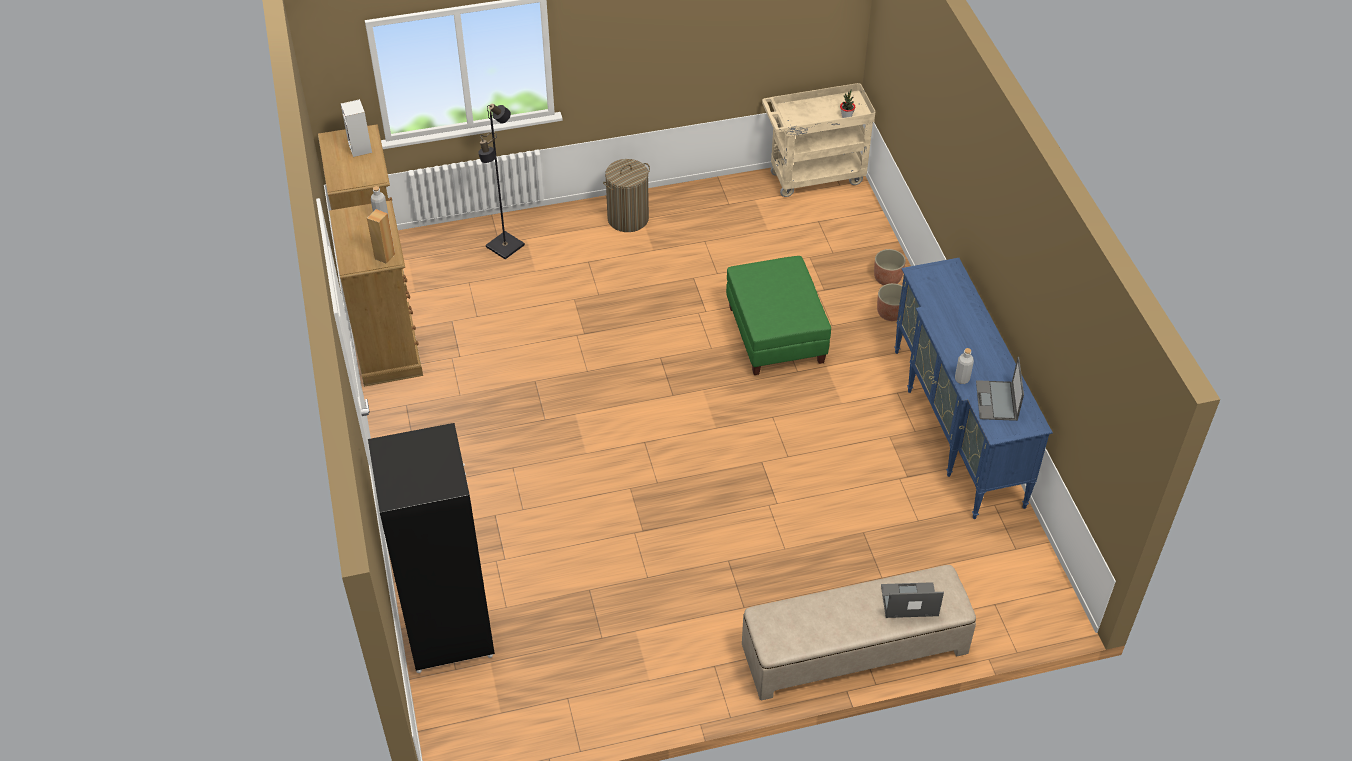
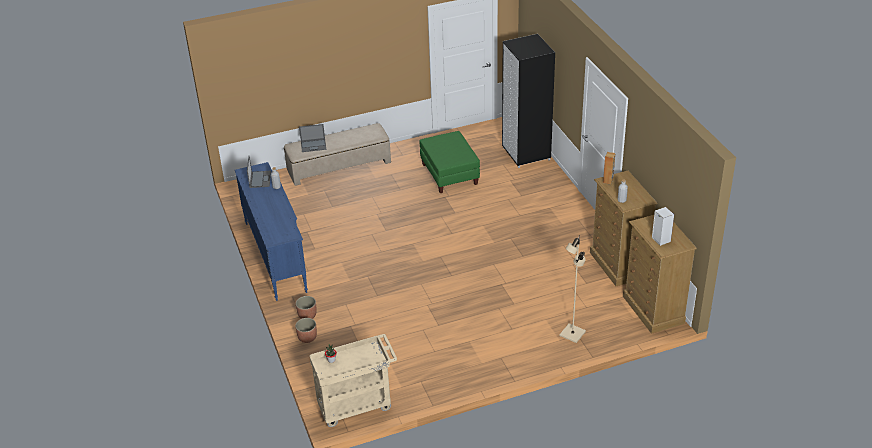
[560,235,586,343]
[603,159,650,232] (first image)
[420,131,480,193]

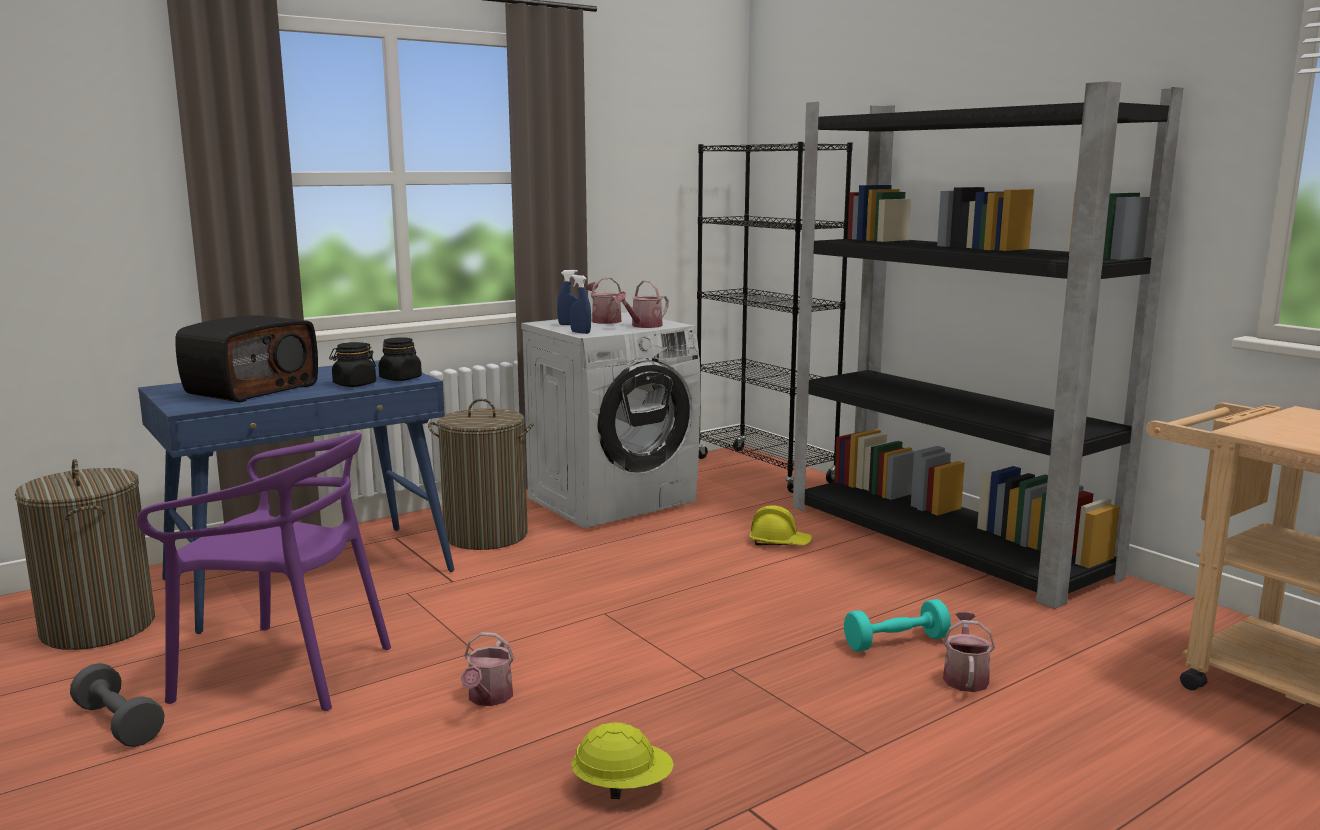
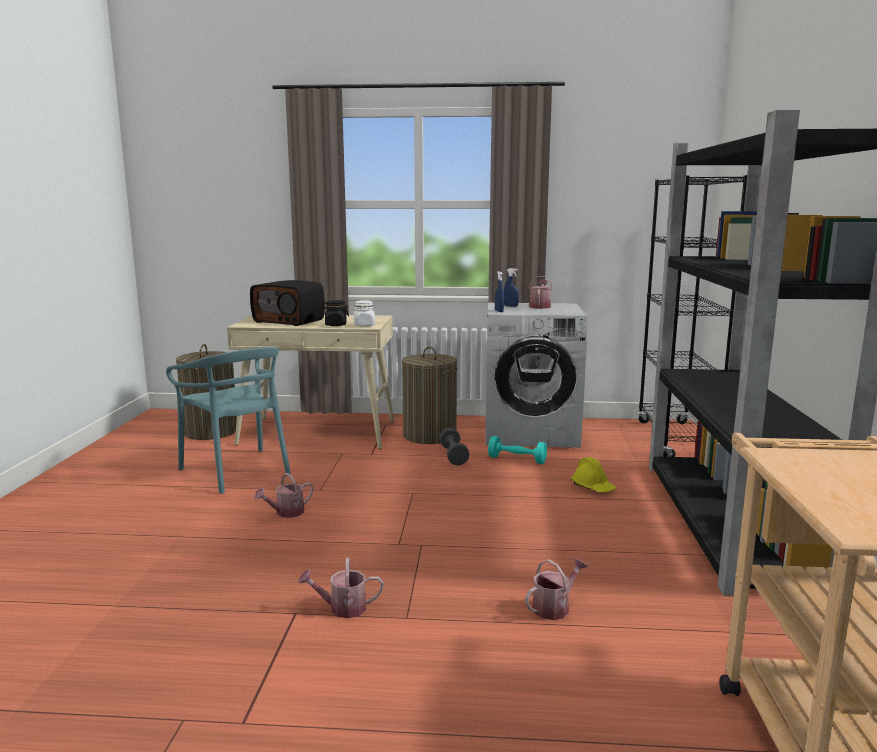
[439,428,469,466]
[166,347,291,494]
[227,315,394,449]
[250,280,325,326]
[354,300,375,327]
[572,723,674,799] (first image)
[298,557,383,618]
[488,436,547,464]

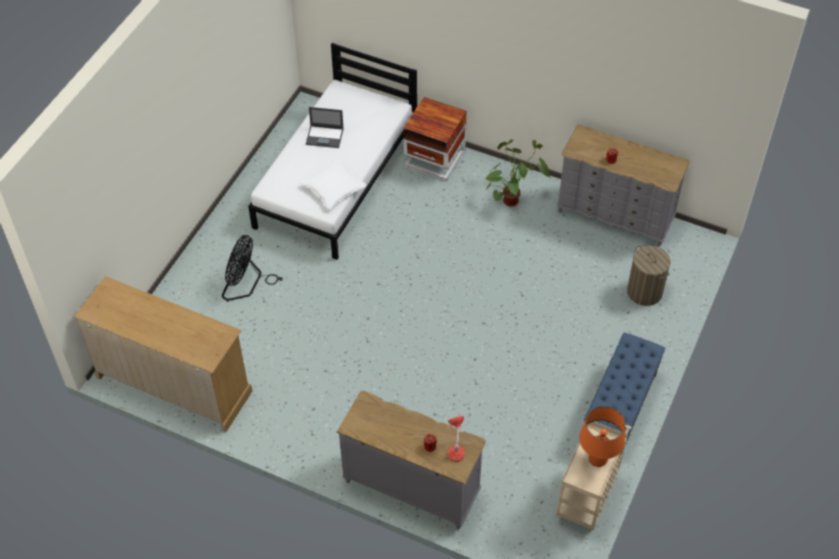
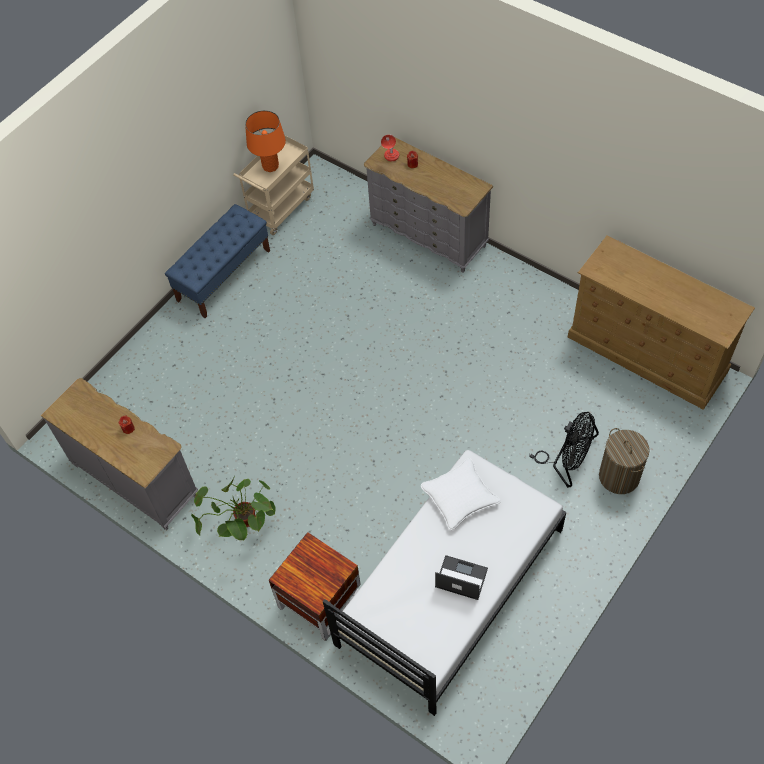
[599,428,649,494]

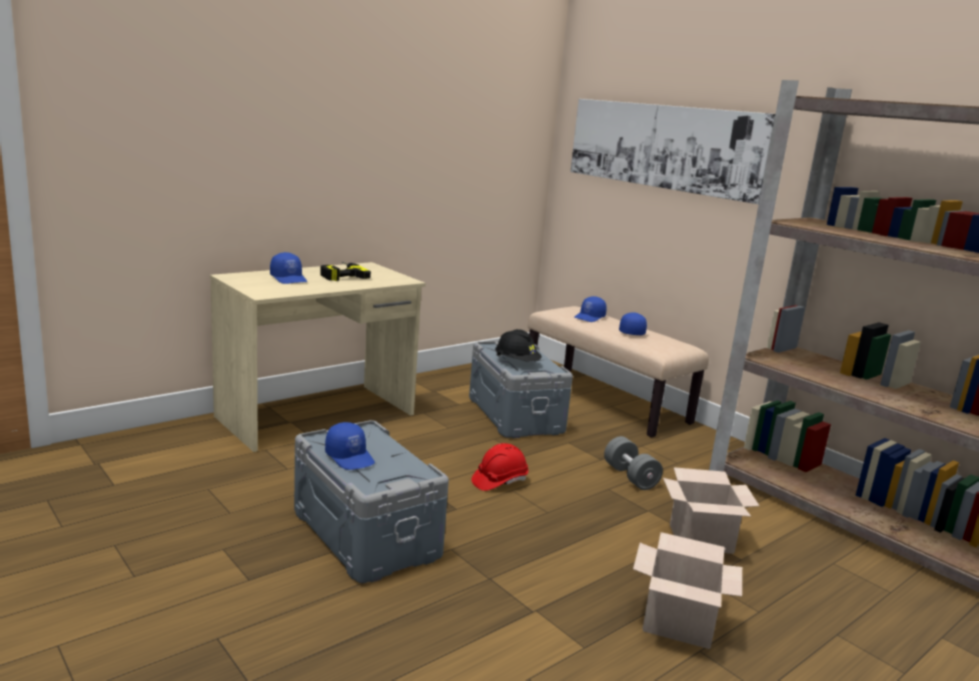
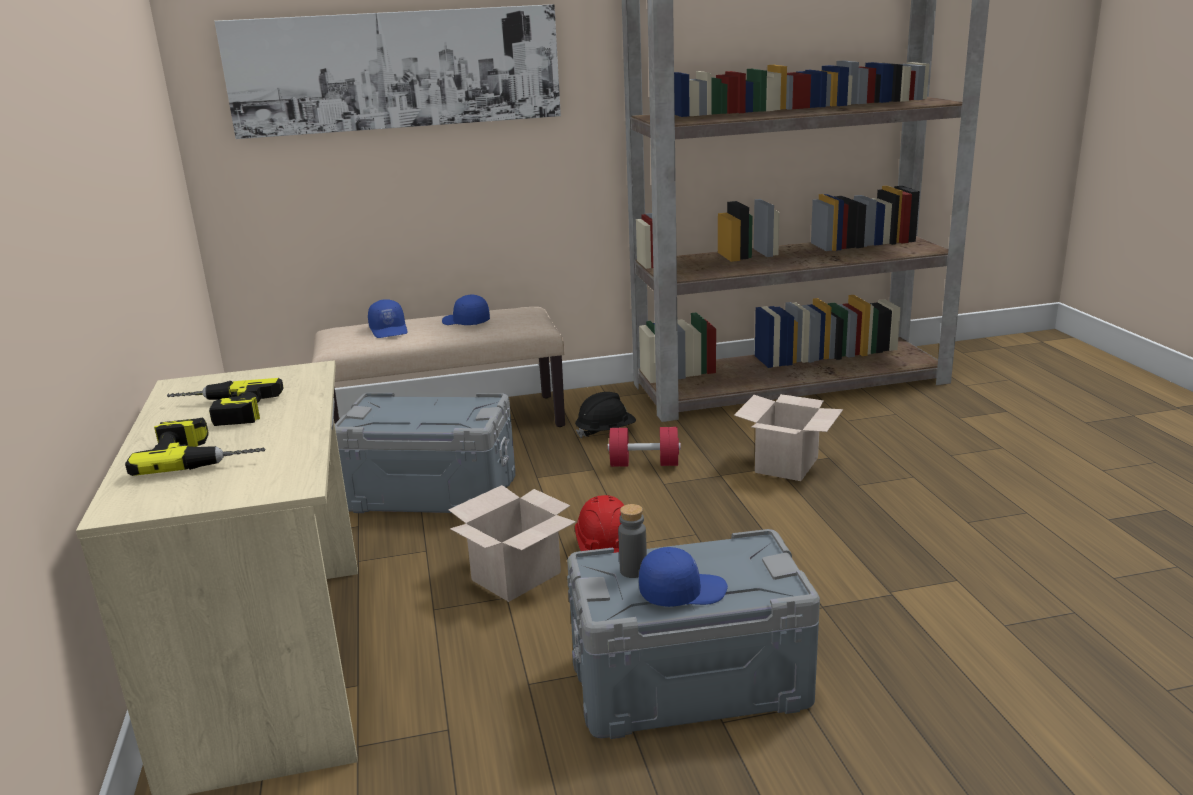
[125,418,266,476]
[575,392,636,438]
[608,427,681,467]
[448,485,576,602]
[618,504,647,578]

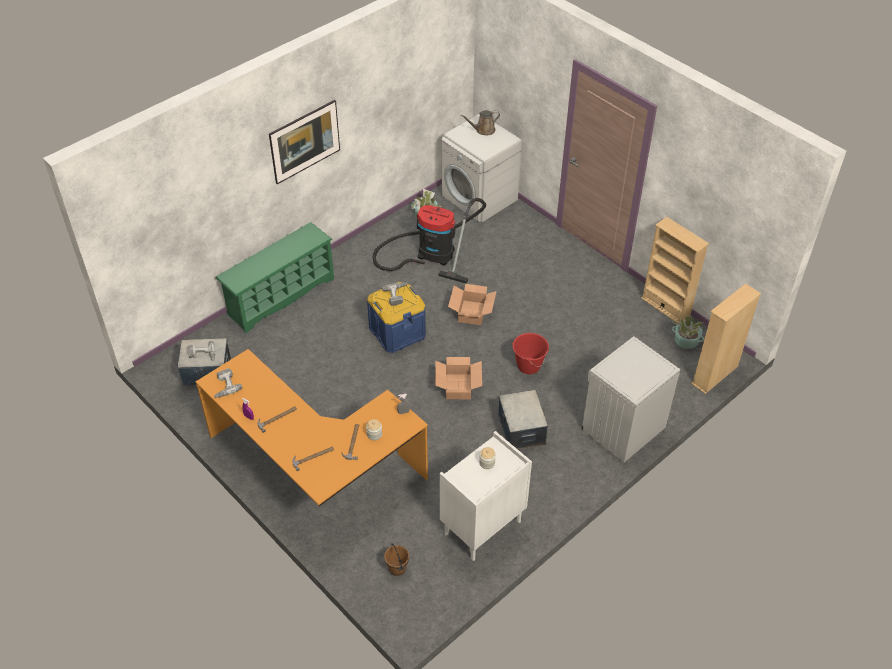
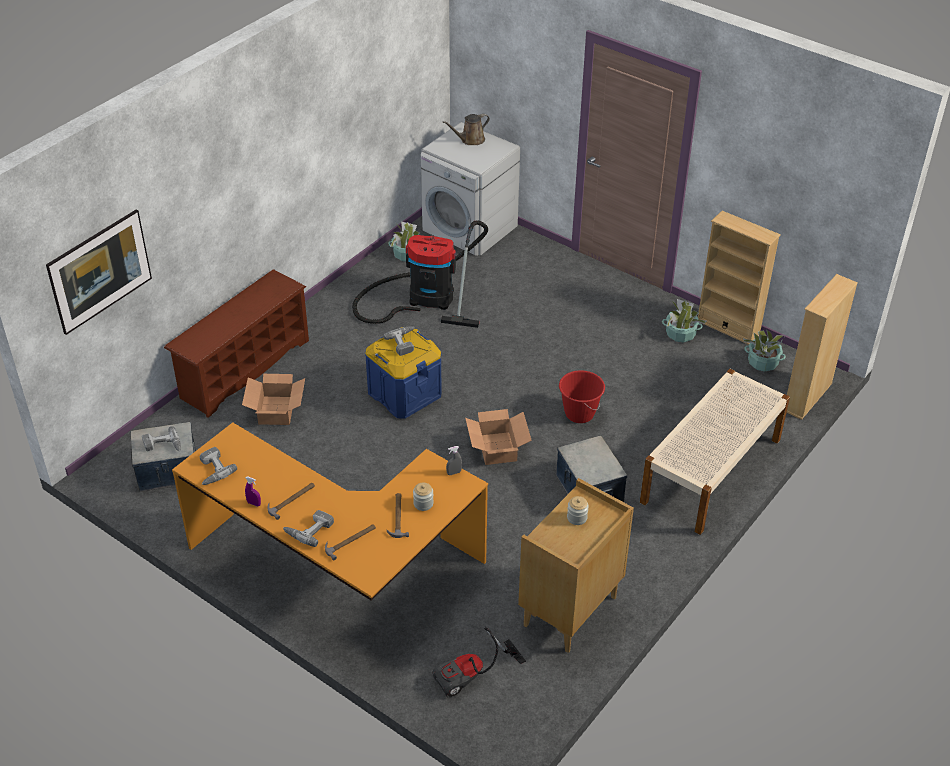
[164,269,309,418]
[46,209,152,335]
[433,627,526,697]
[518,478,634,653]
[242,374,305,425]
[640,369,790,535]
[283,510,334,547]
[662,299,706,343]

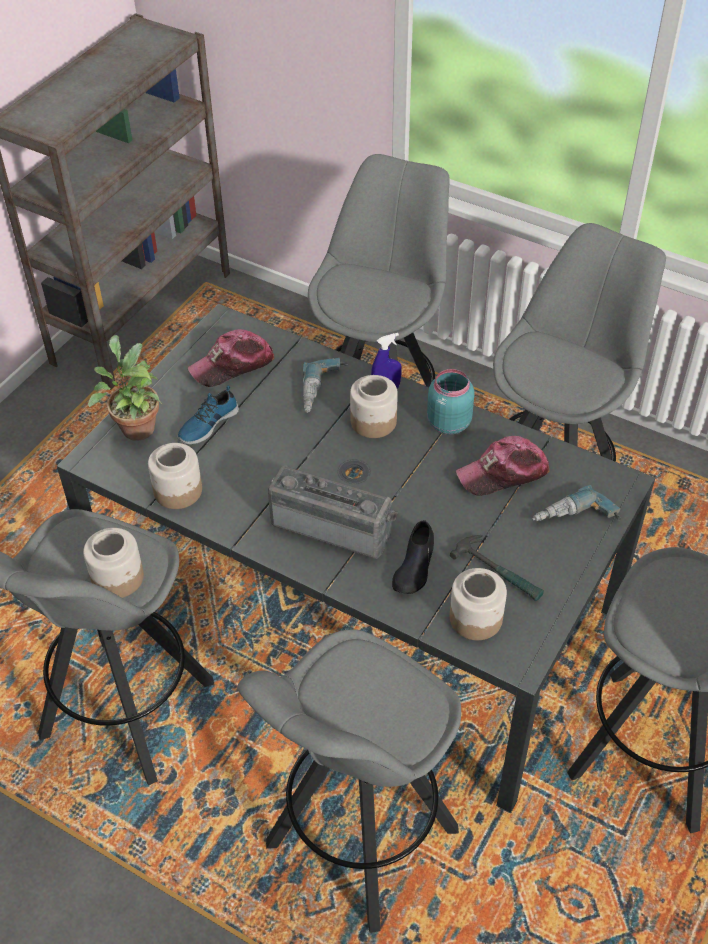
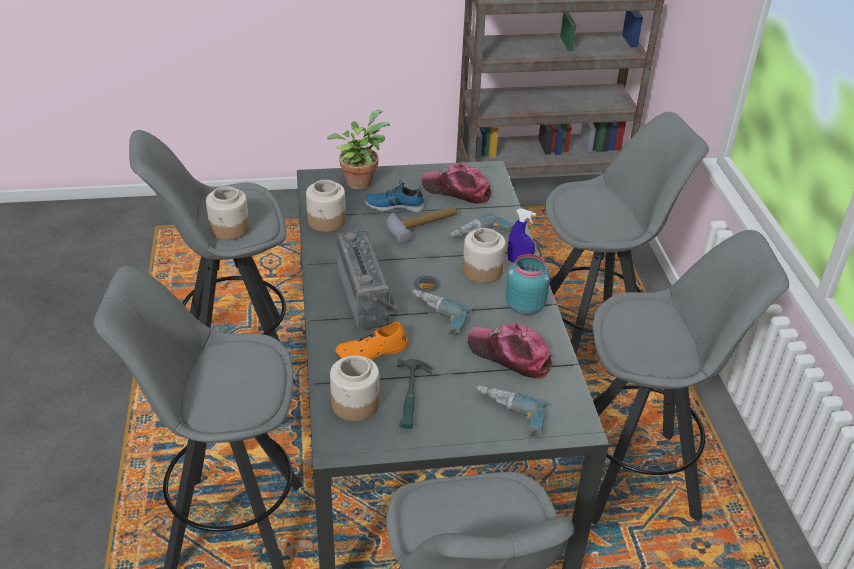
[335,322,408,360]
[386,206,457,244]
[412,289,471,335]

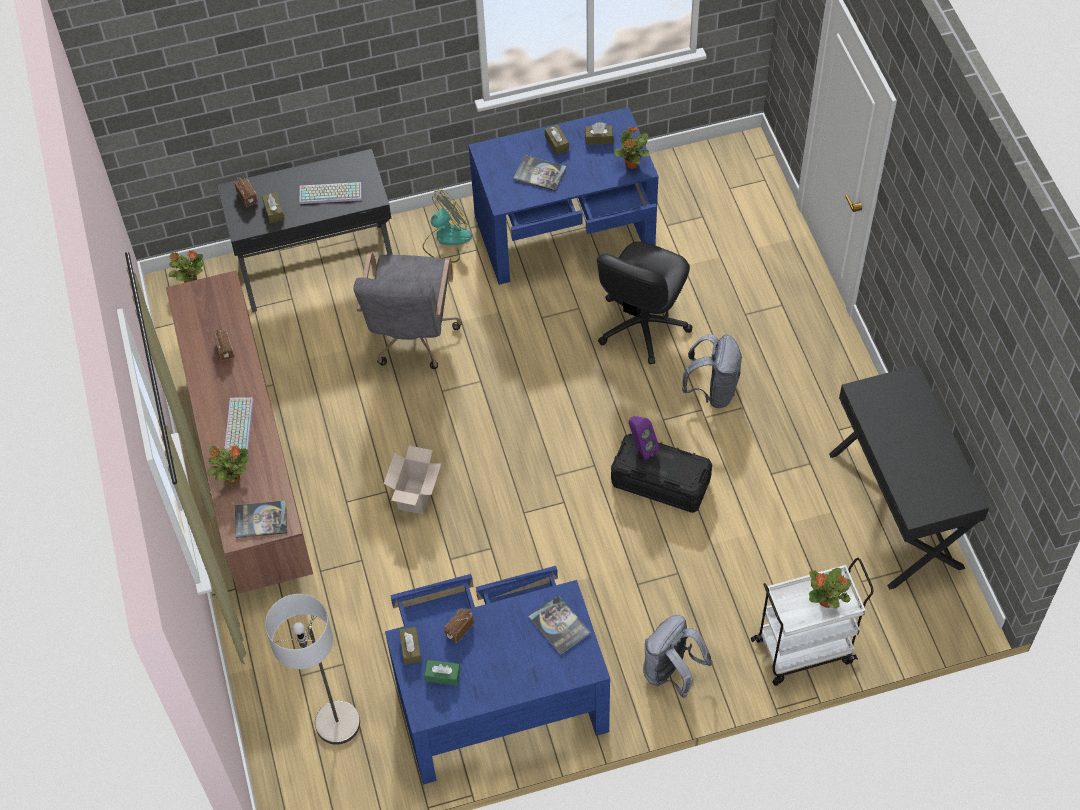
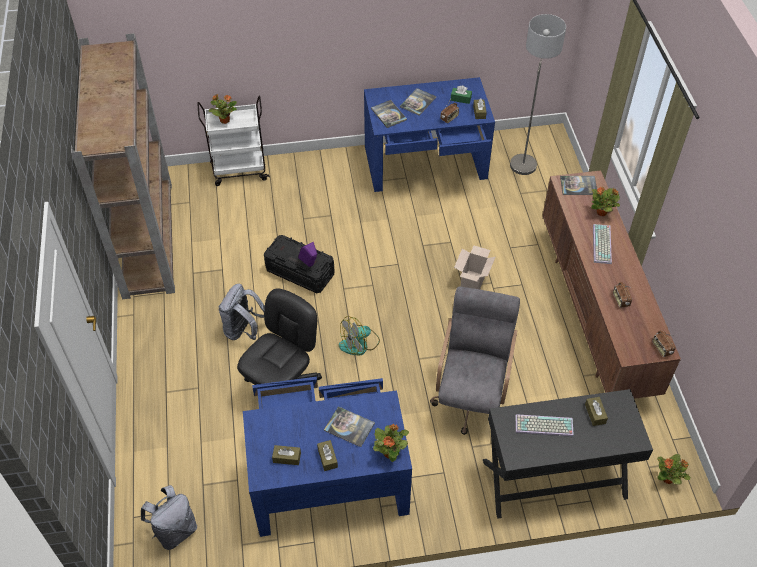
[652,330,676,357]
[339,316,380,355]
[373,424,409,462]
[141,485,197,550]
[71,33,175,299]
[400,88,436,116]

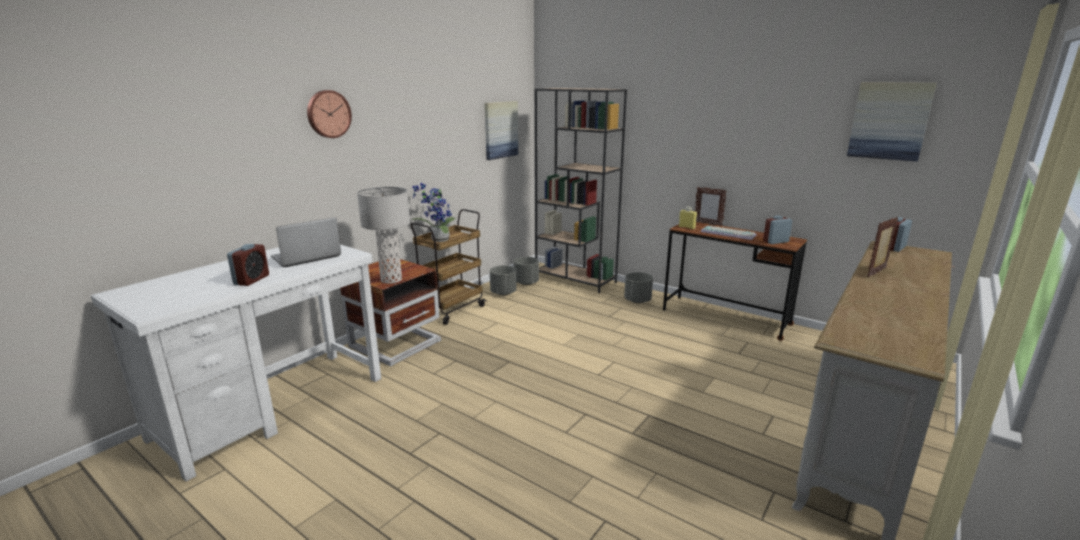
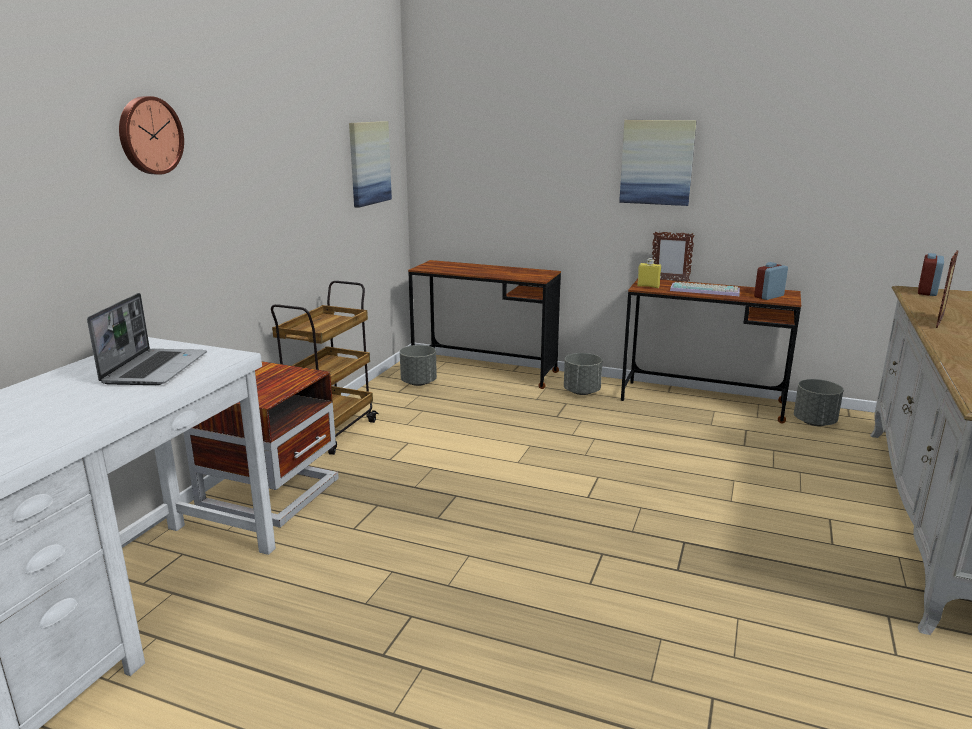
[227,244,269,286] (first image)
[87,293,207,385]
[357,187,410,284] (first image)
[411,183,456,242] (first image)
[794,379,843,426]
[408,260,561,389]
[619,120,697,206]

